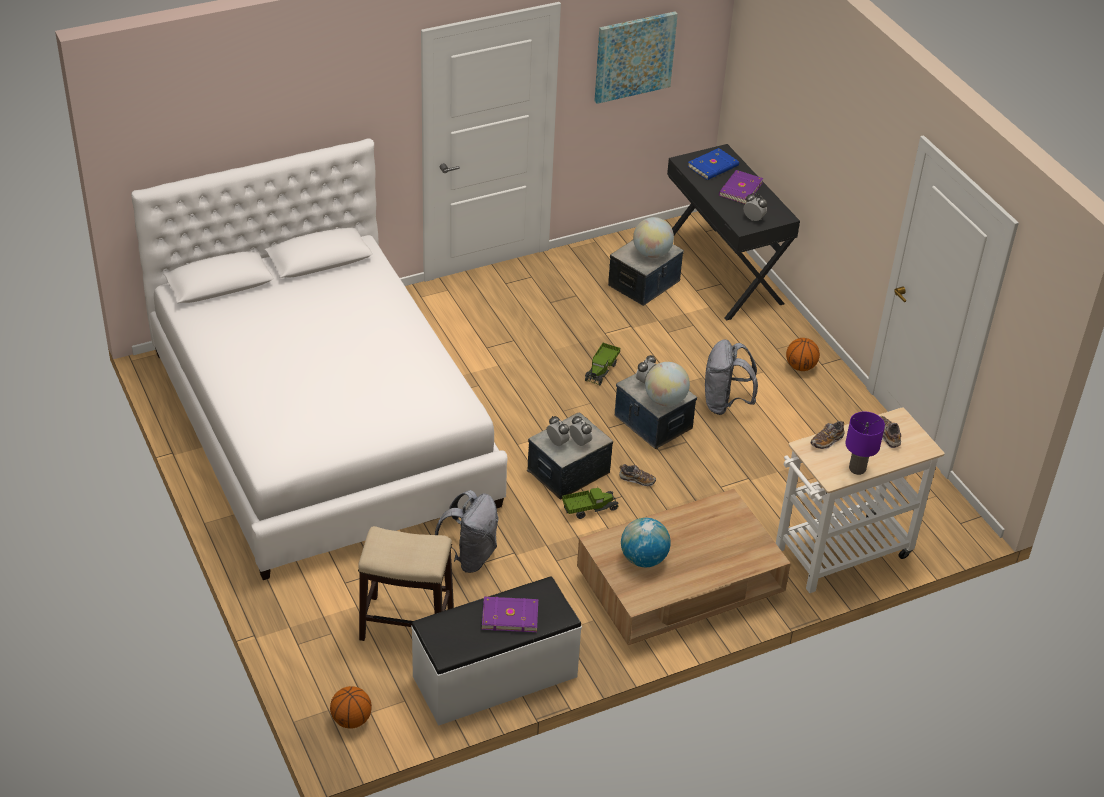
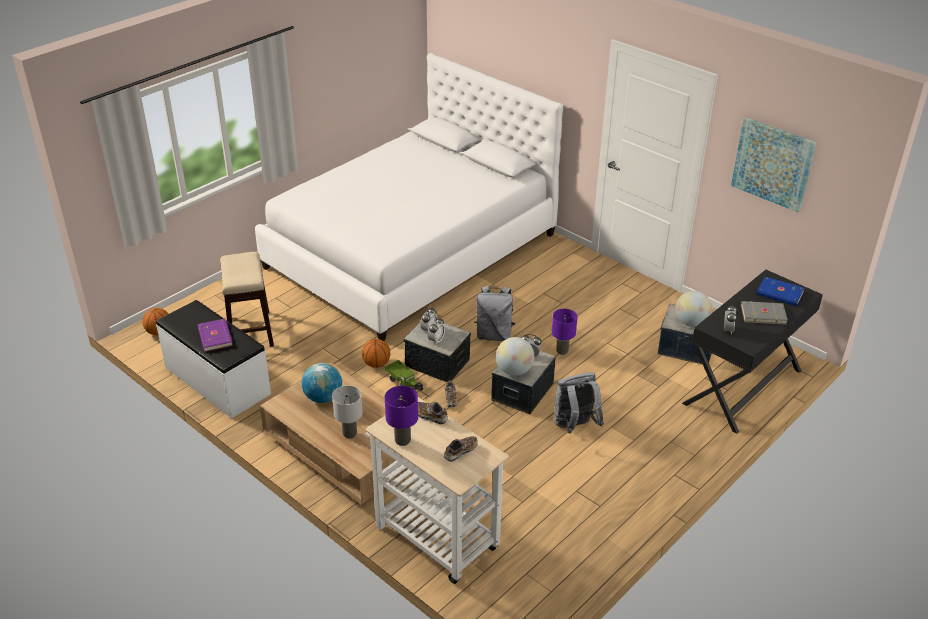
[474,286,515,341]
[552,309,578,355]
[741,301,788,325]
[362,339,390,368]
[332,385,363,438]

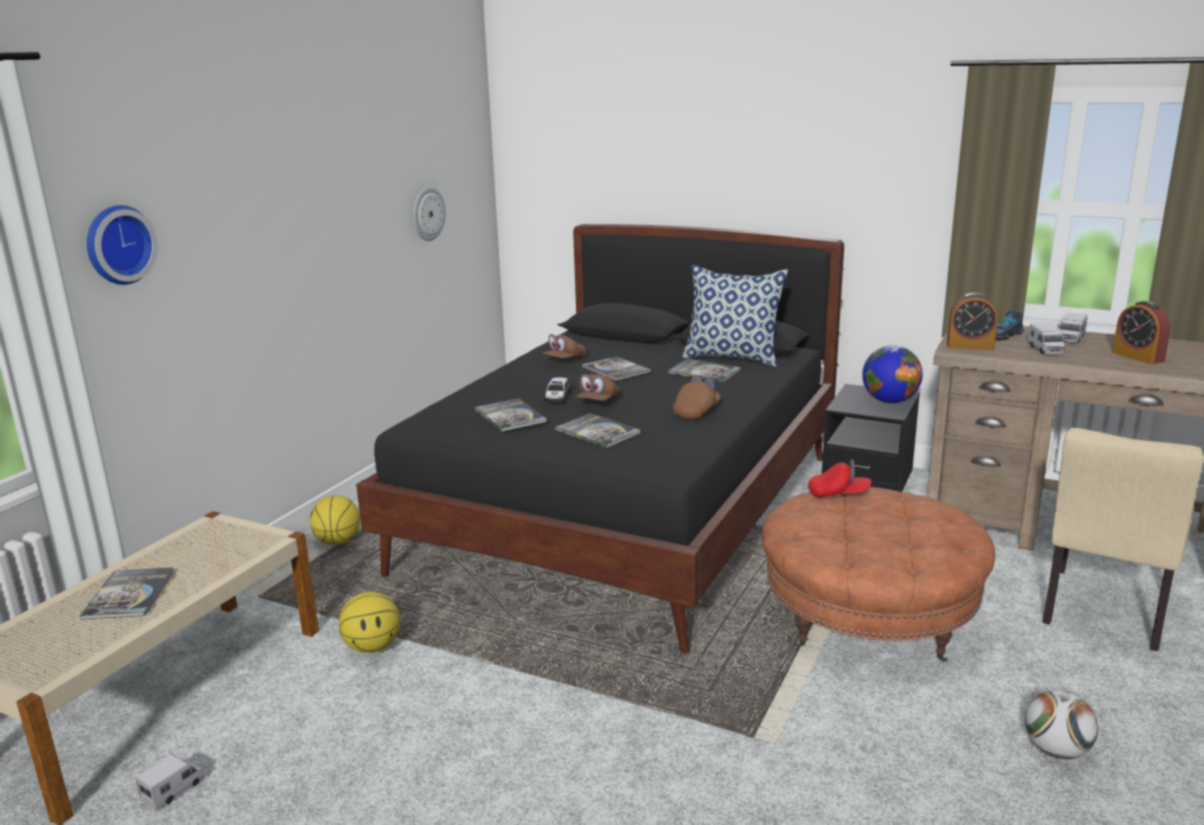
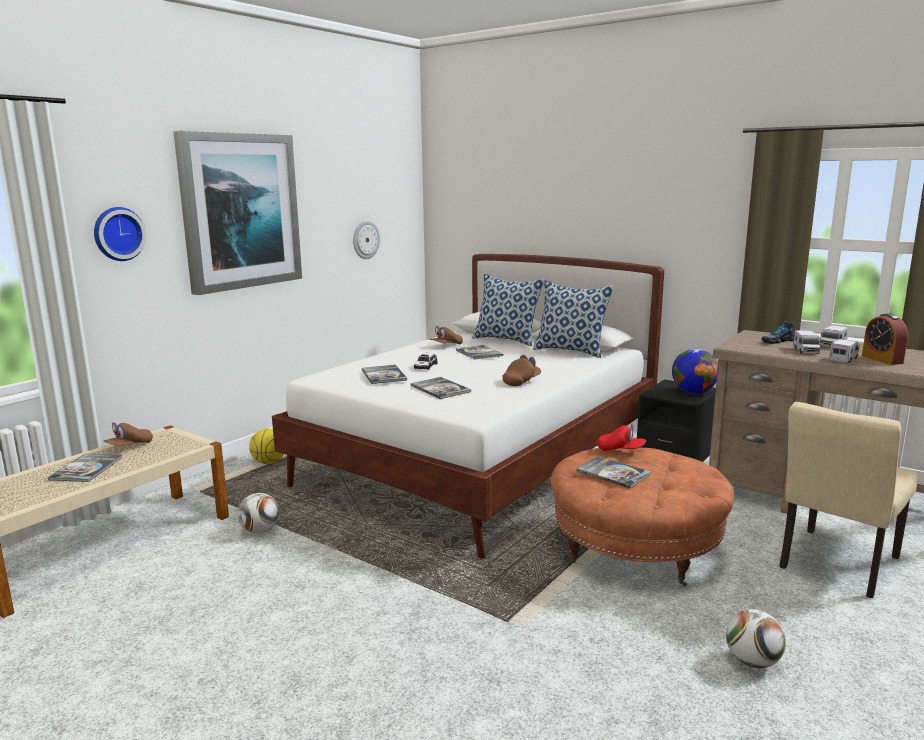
[829,339,860,363]
[238,493,279,534]
[272,254,664,559]
[103,422,153,446]
[576,456,651,489]
[947,293,998,350] (first image)
[173,131,302,295]
[472,274,545,346]

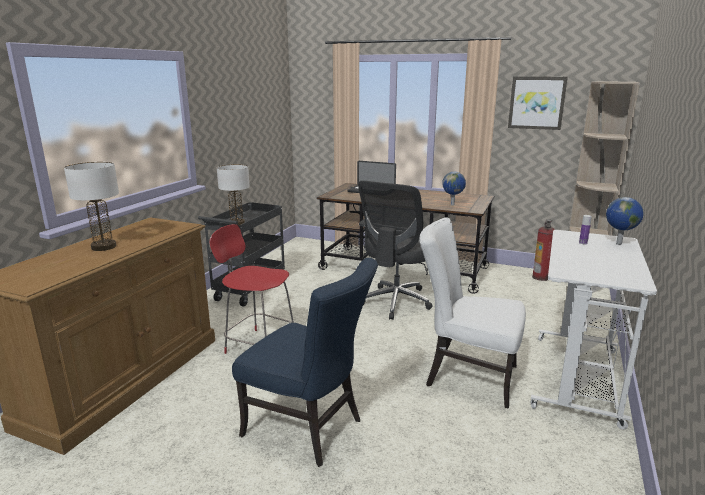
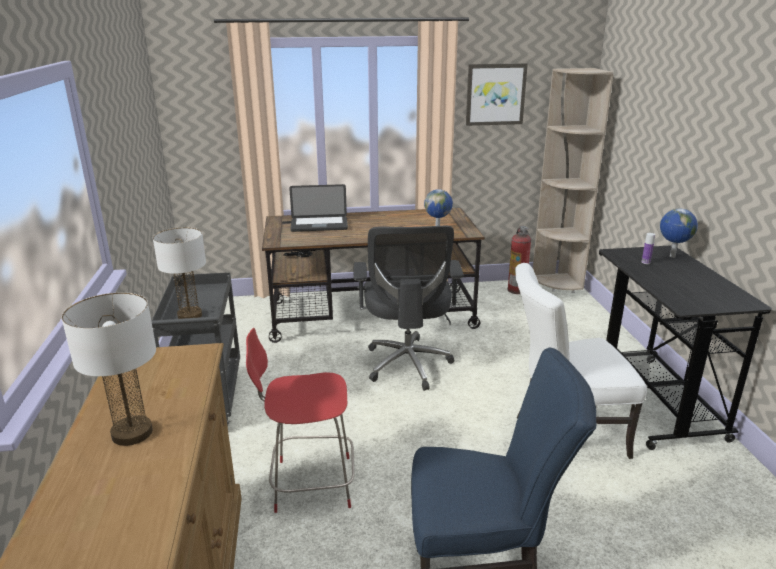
[599,245,772,450]

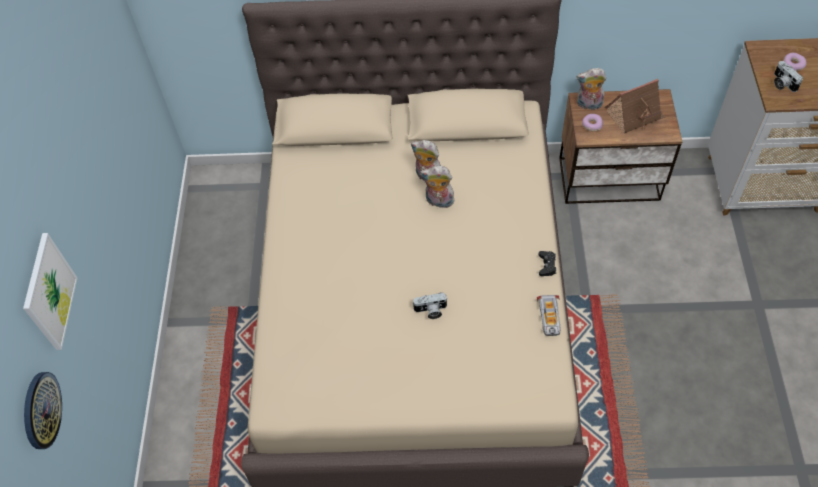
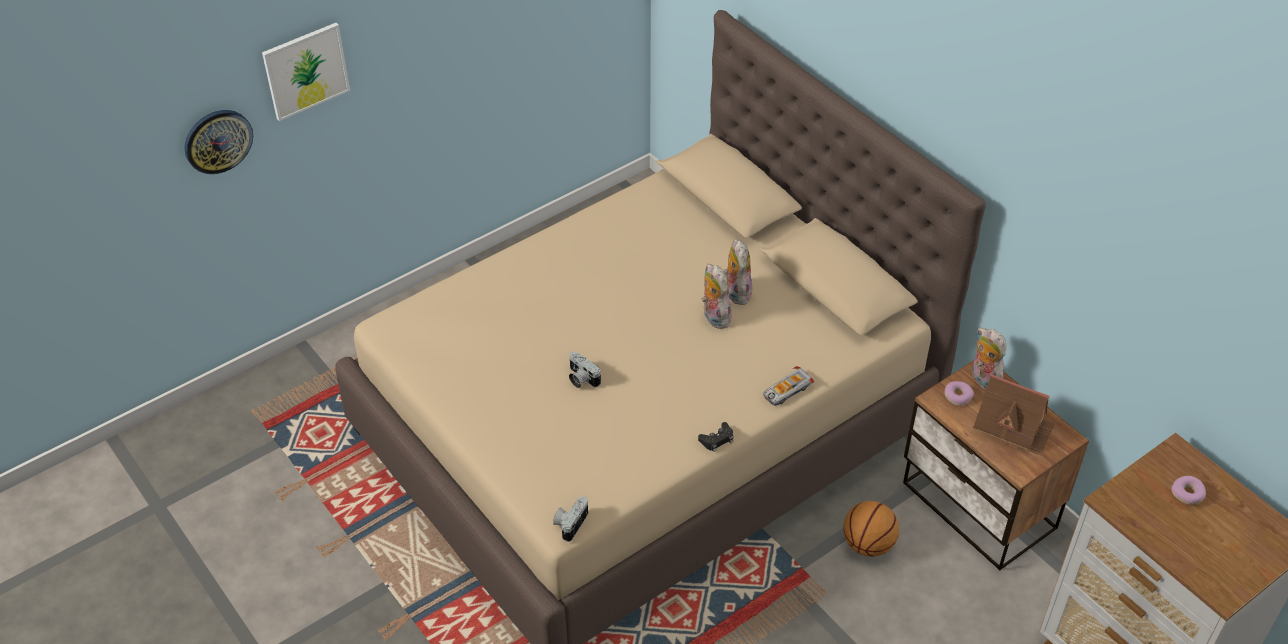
[763,366,814,406]
[553,496,588,542]
[843,501,899,557]

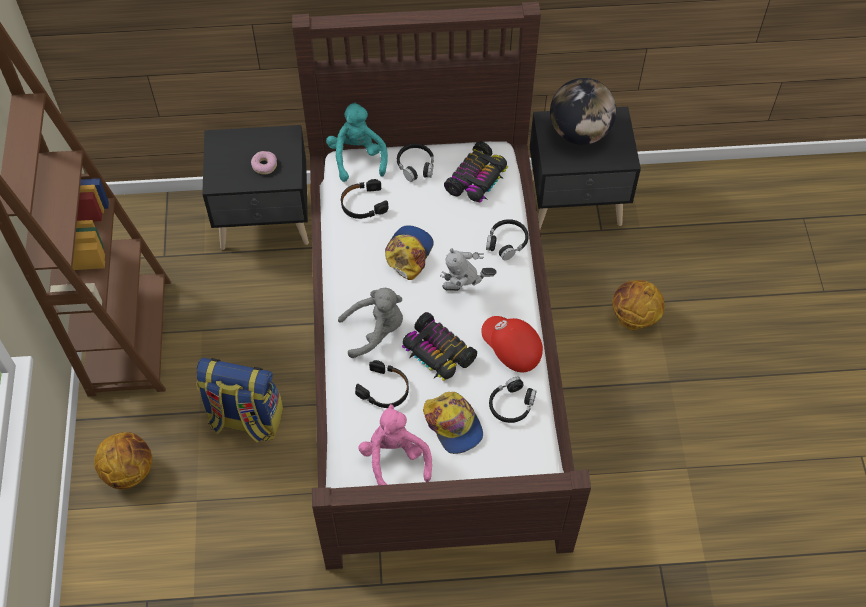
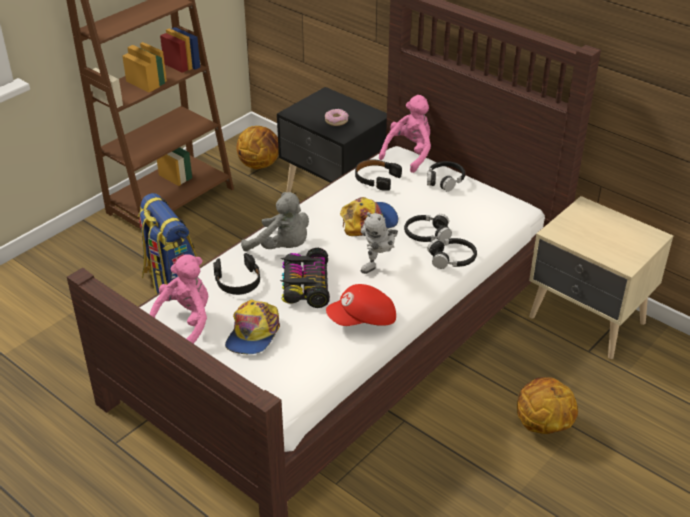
[237,126,279,169]
[379,95,431,173]
[361,212,398,274]
[444,141,508,202] (first image)
[326,284,396,326]
[404,214,452,242]
[529,196,673,359]
[550,78,617,145] (first image)

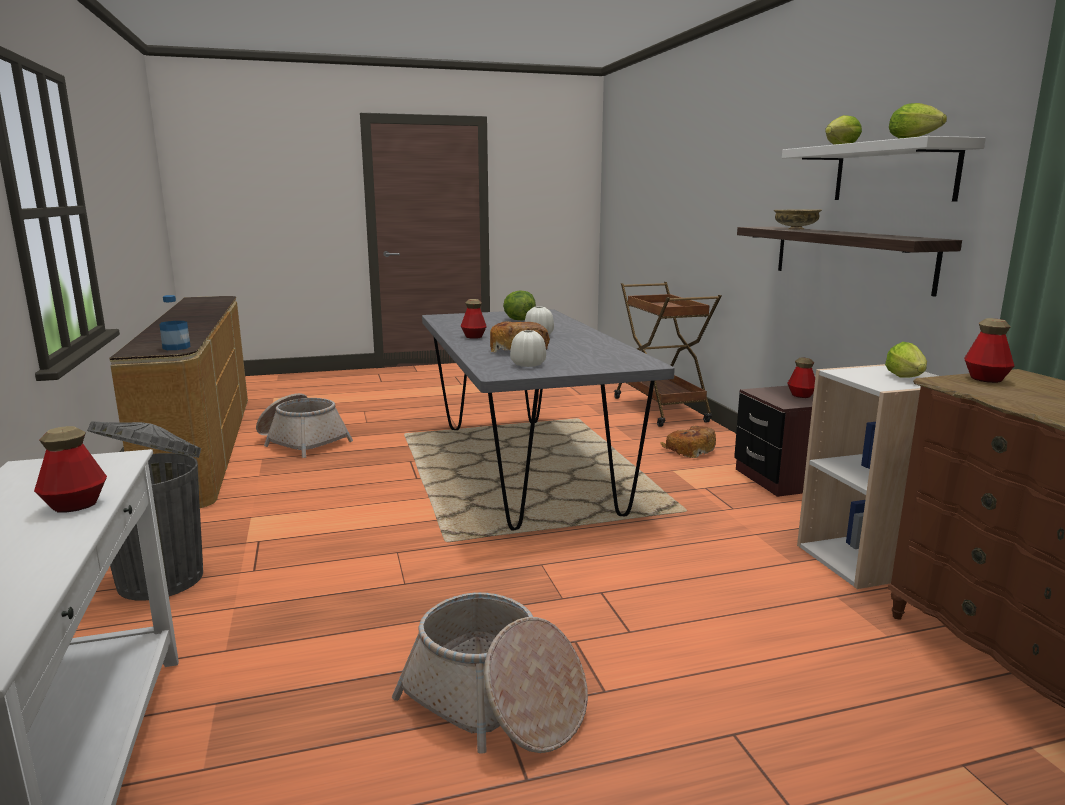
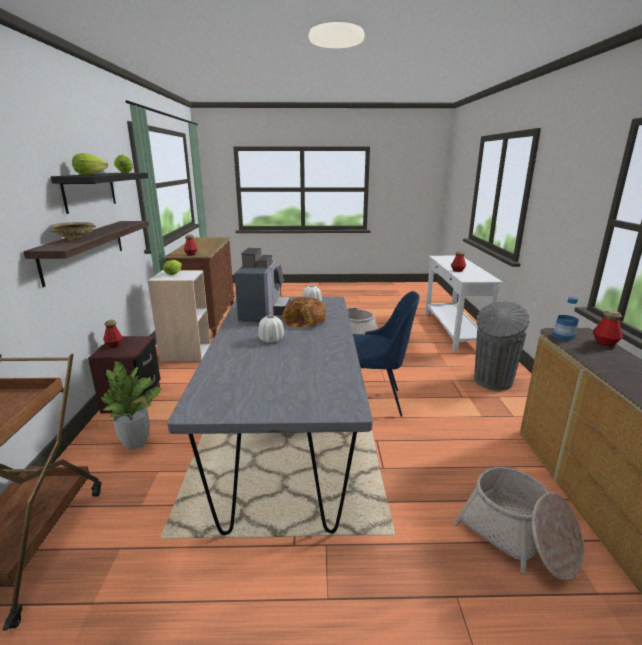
[593,310,623,346]
[503,290,536,320] (first image)
[101,362,162,449]
[51,173,148,214]
[235,248,290,322]
[353,291,419,417]

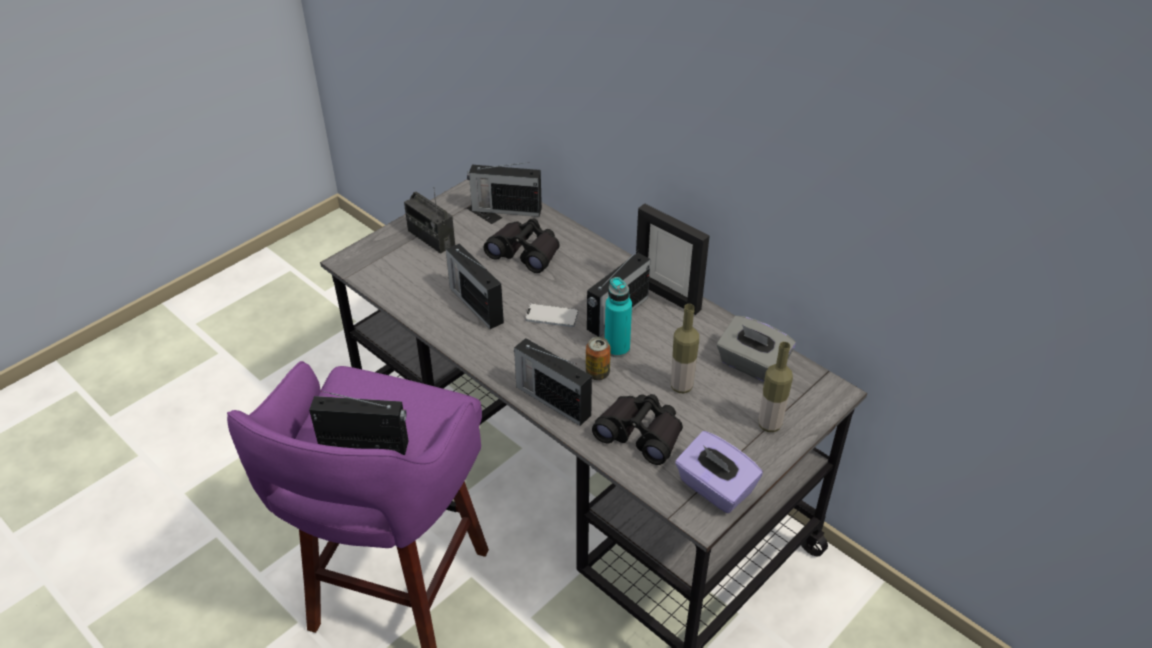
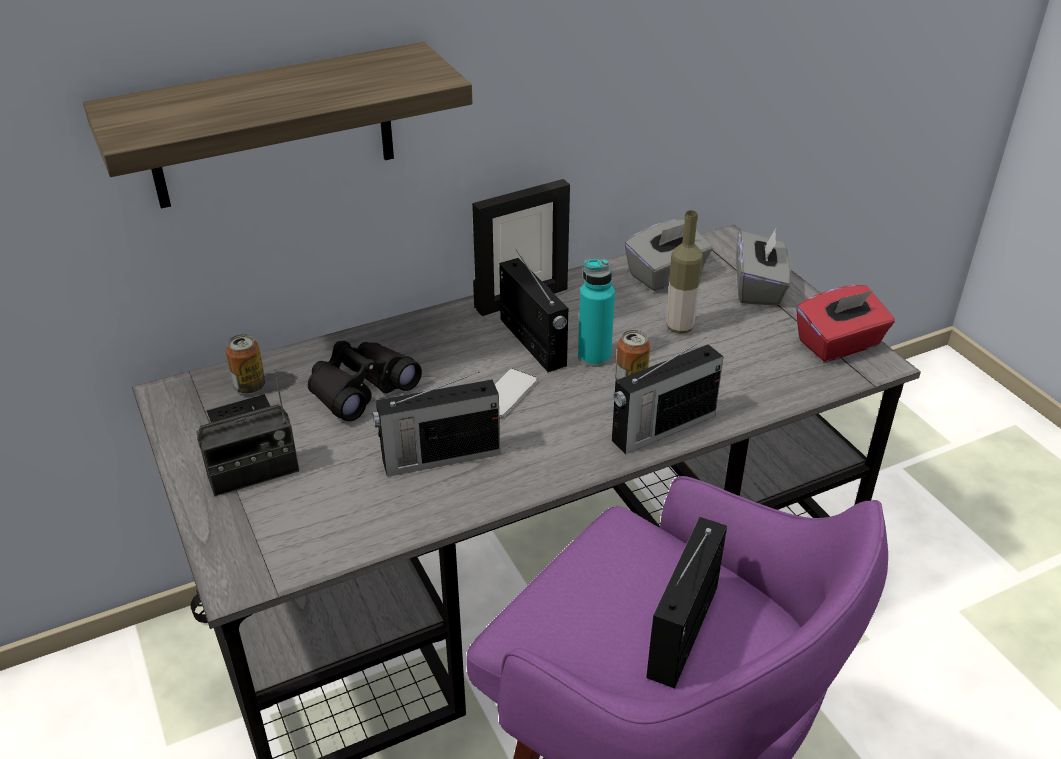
[226,334,265,394]
[592,394,683,465] (first image)
[796,285,895,362]
[736,228,791,306]
[83,42,472,209]

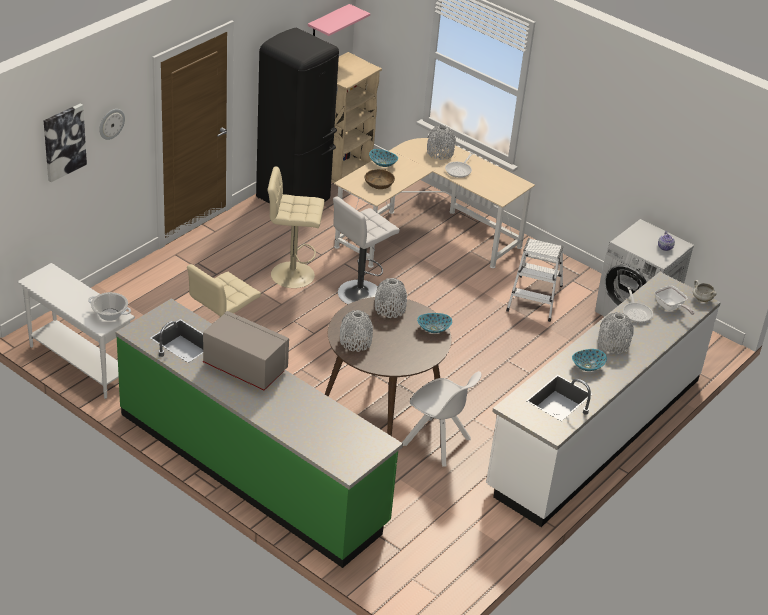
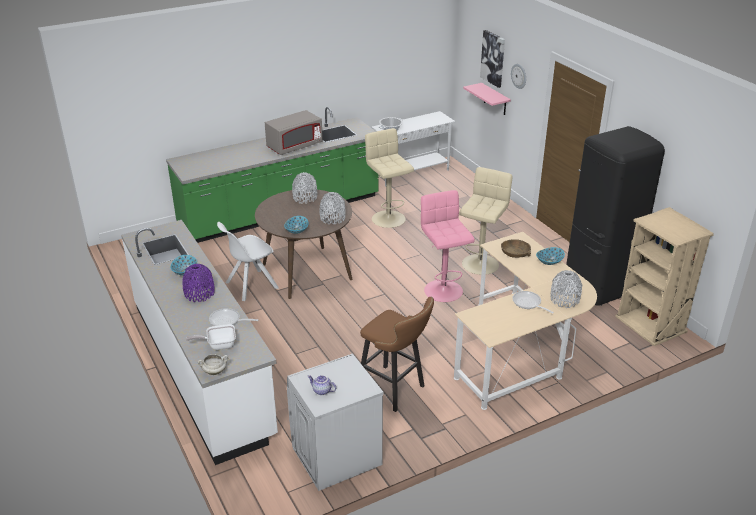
[463,83,511,115]
[421,190,475,302]
[360,297,434,412]
[182,264,215,302]

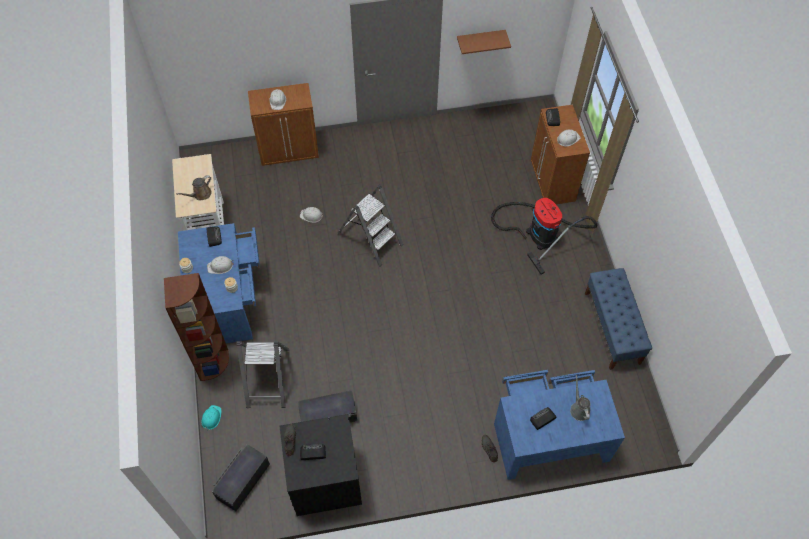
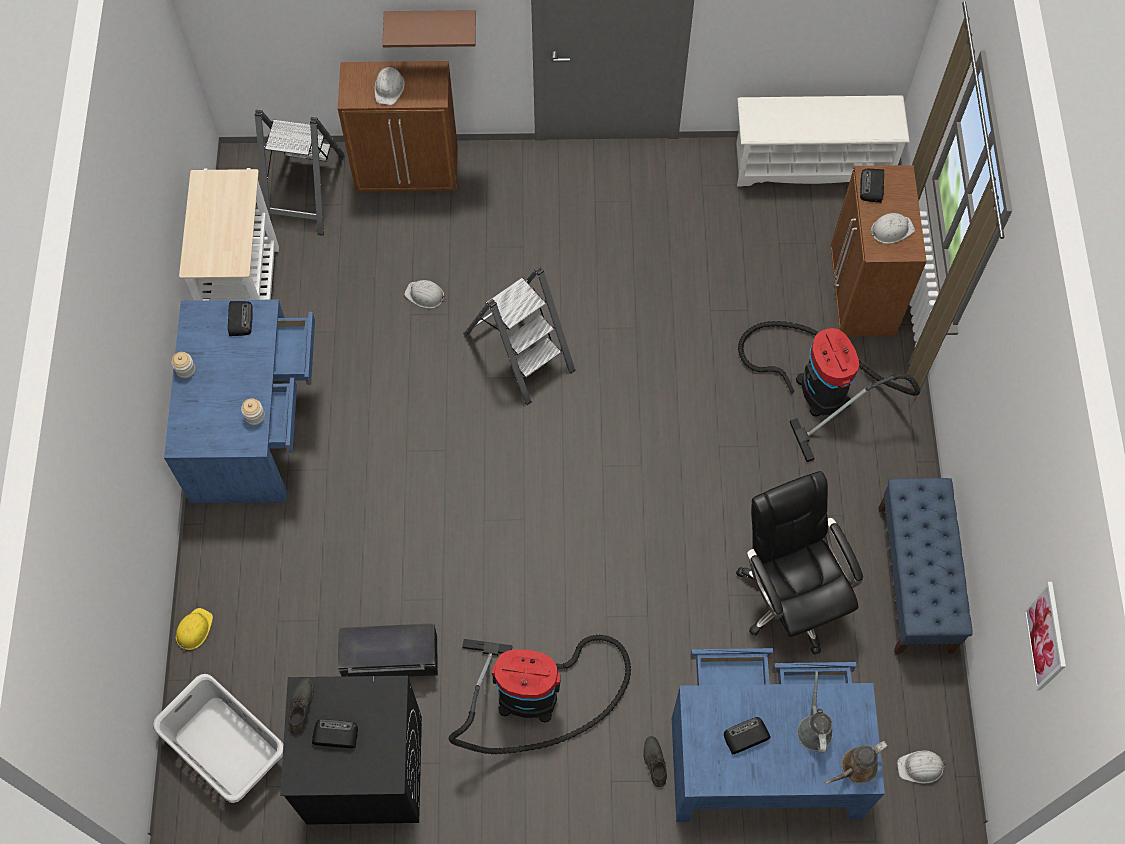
[164,273,229,381] (first image)
[825,741,888,784]
[176,608,213,651]
[897,750,947,784]
[153,674,283,803]
[255,110,345,236]
[382,10,476,47]
[449,634,631,755]
[736,471,863,654]
[737,95,910,187]
[1024,582,1066,691]

